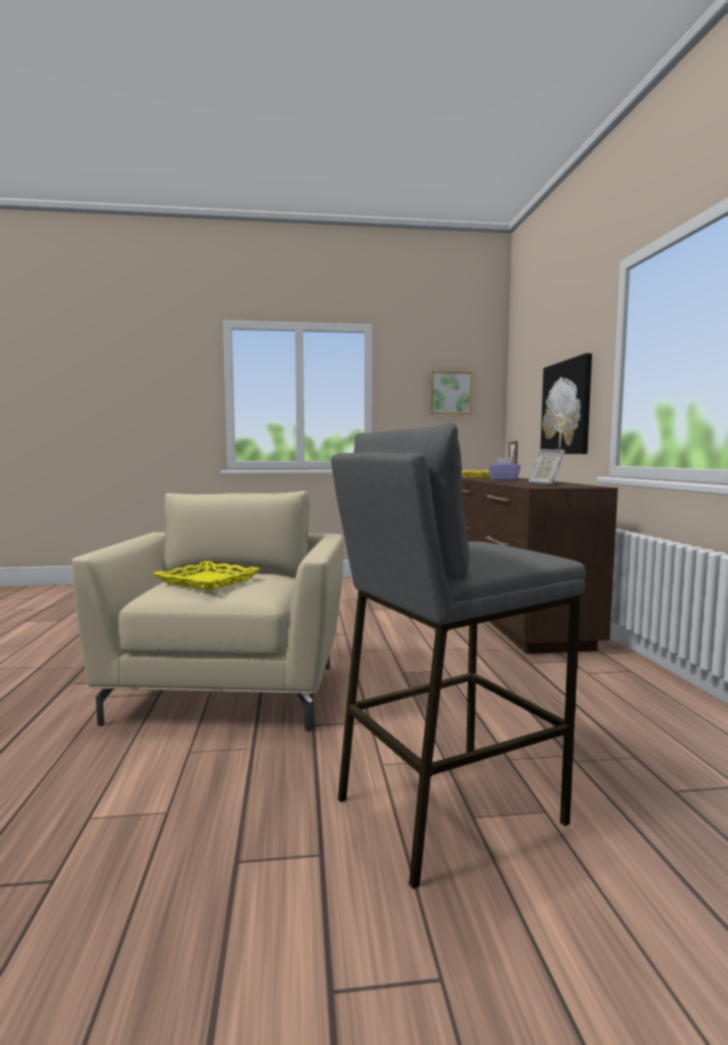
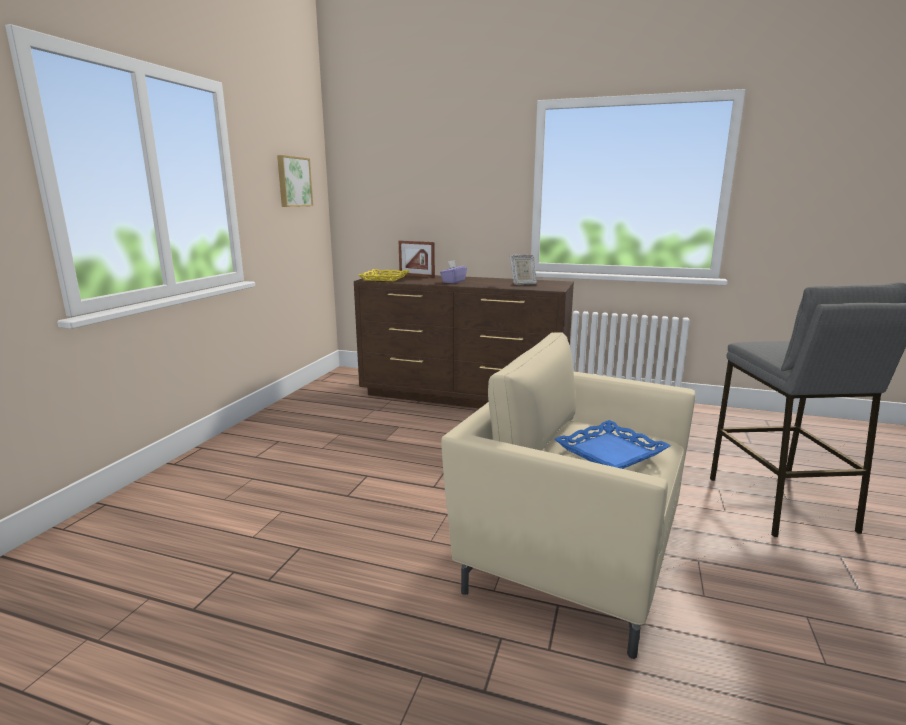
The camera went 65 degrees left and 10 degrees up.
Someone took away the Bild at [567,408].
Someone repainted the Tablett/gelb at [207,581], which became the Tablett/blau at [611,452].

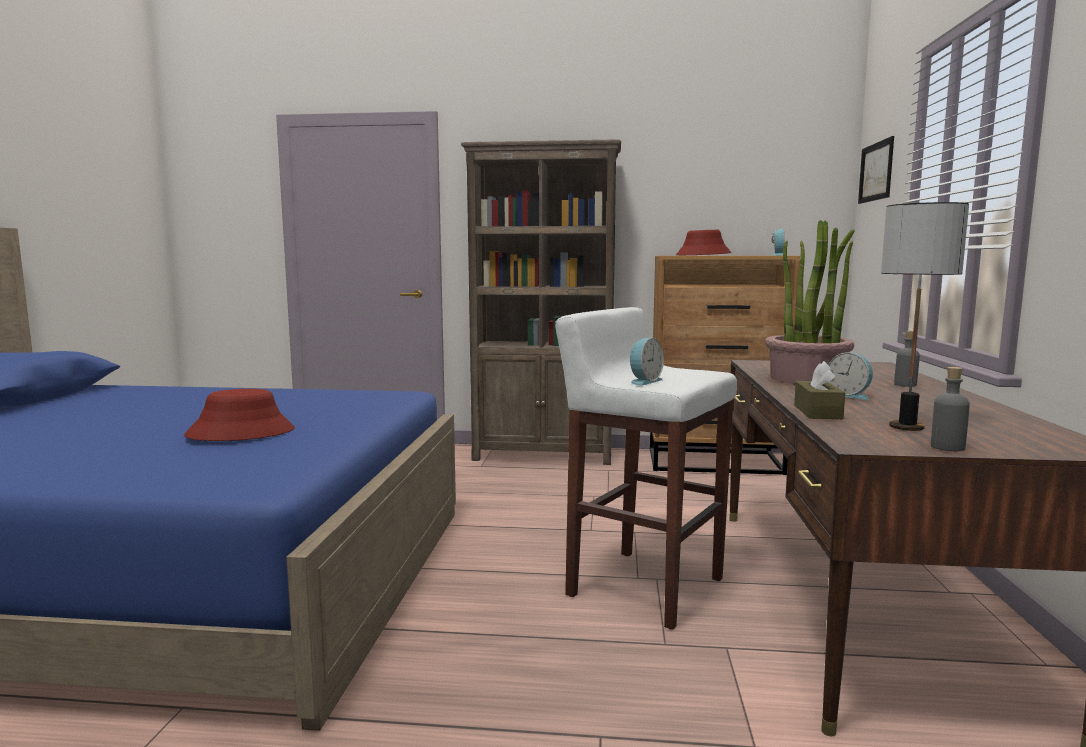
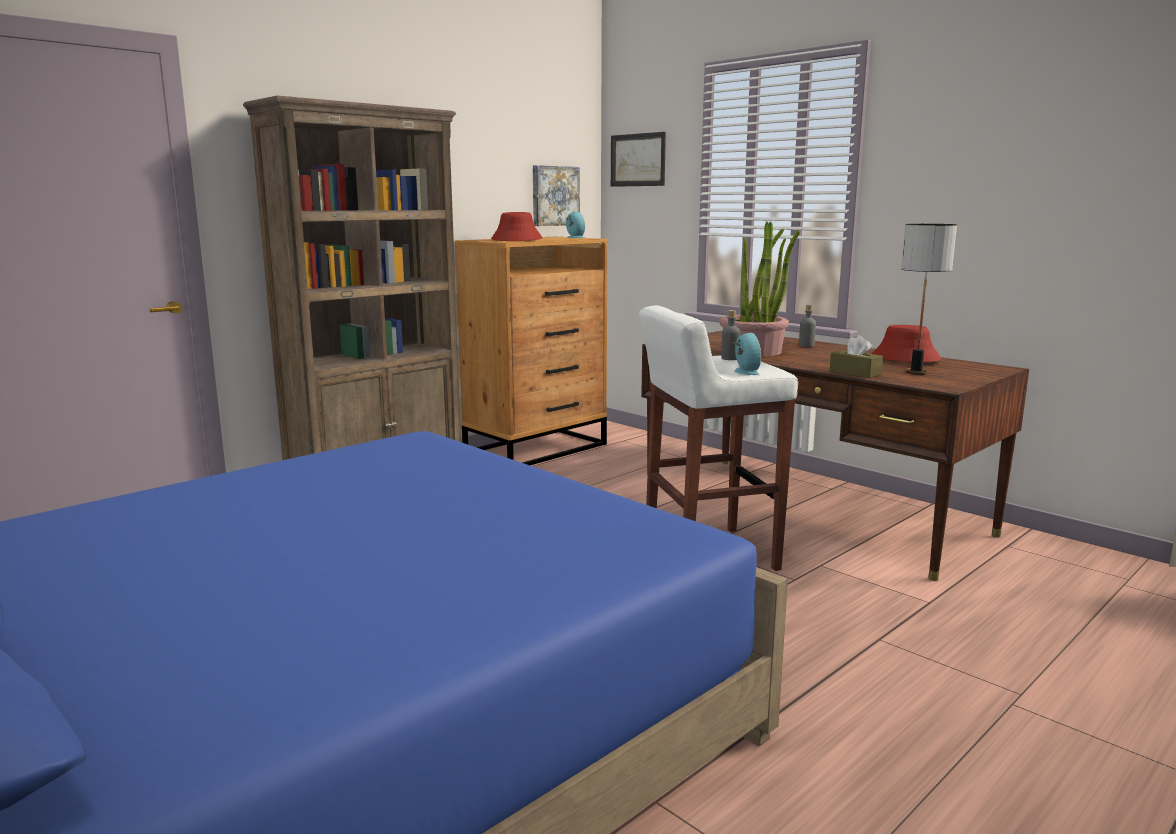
The camera went 50 degrees left and 5 degrees up.
Someone took away the Wecker at [849,395].
Someone carried the Flasche/grau from [947,447] to [730,358].
Someone carried the Hut/rot from [241,433] to [905,358].
Someone put up the Bild at [554,196].

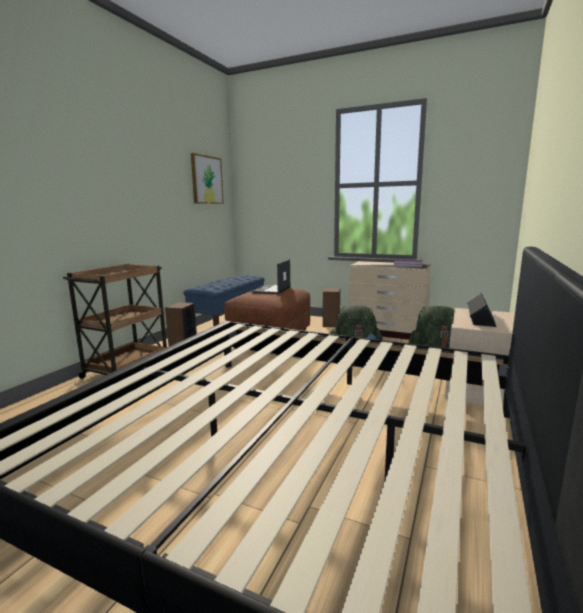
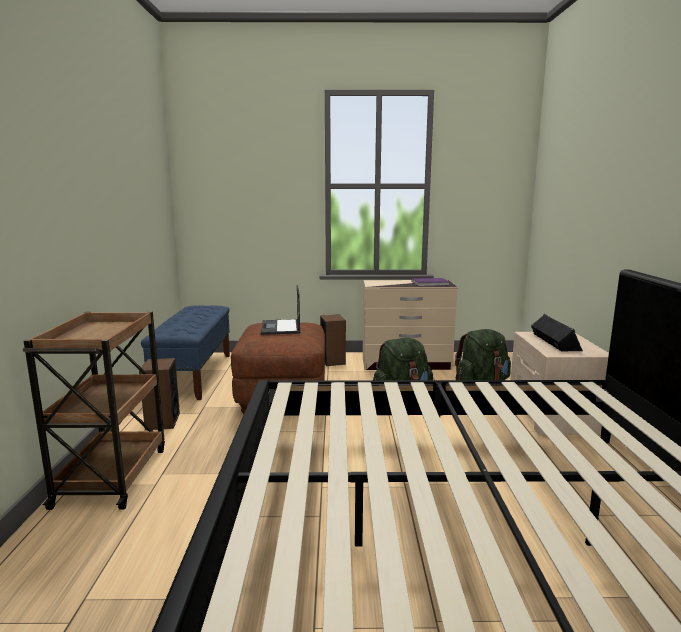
The camera went 25 degrees left and 0 degrees up.
Someone took away the Bild at [207,180].

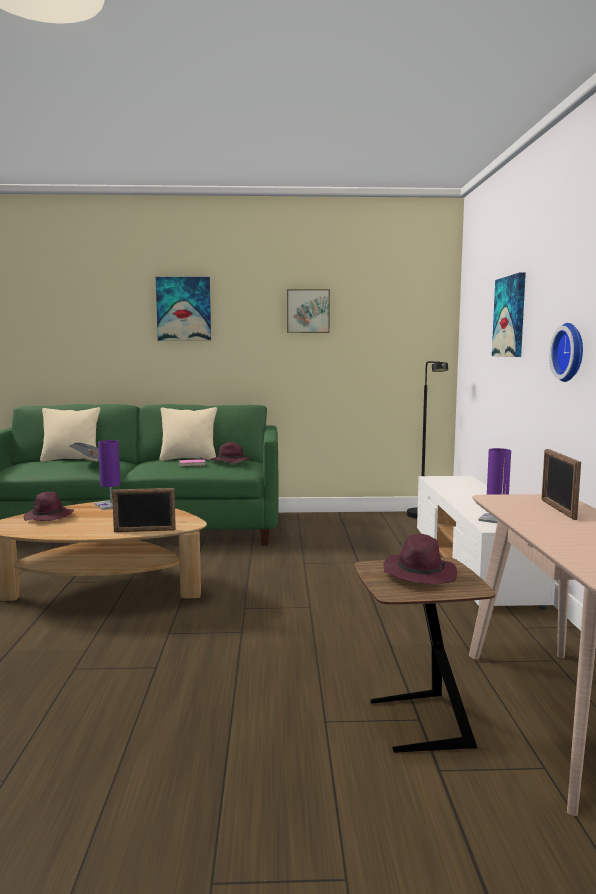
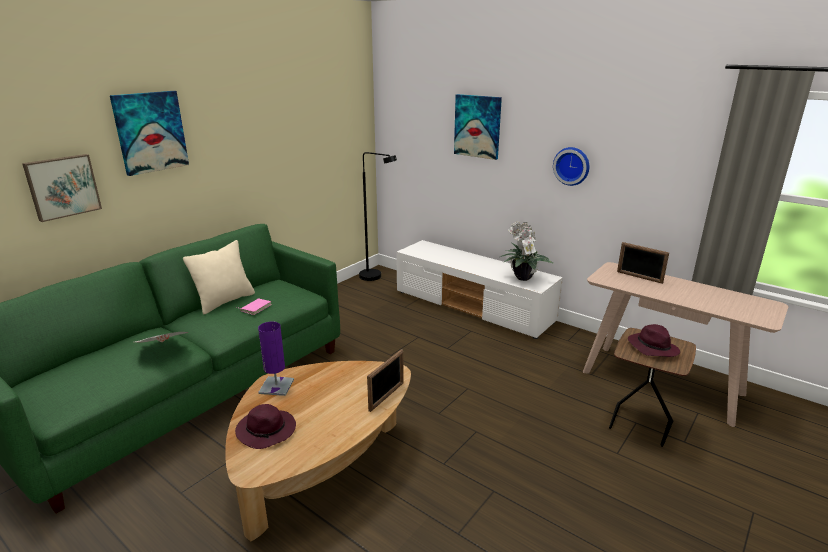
The camera went 50 degrees left and 15 degrees up.
Someone carried the Bild from [308,311] to [62,186].
Someone took away the Kissen/beige at [71,459].
Someone took away the Hut/lila at [230,462].
Someone swapped the Tischlampe/lila at [496,519] for the Topfpflanze at [523,279].

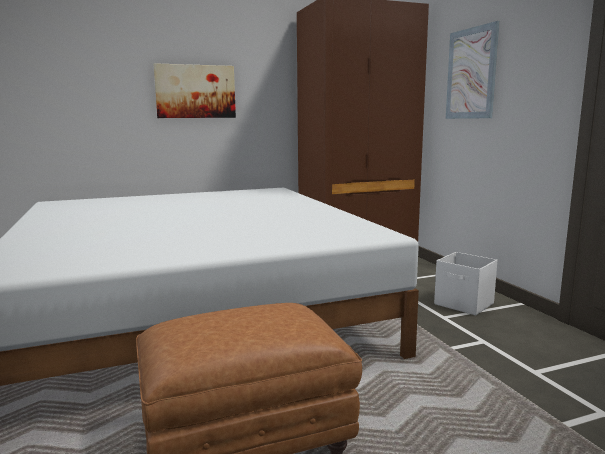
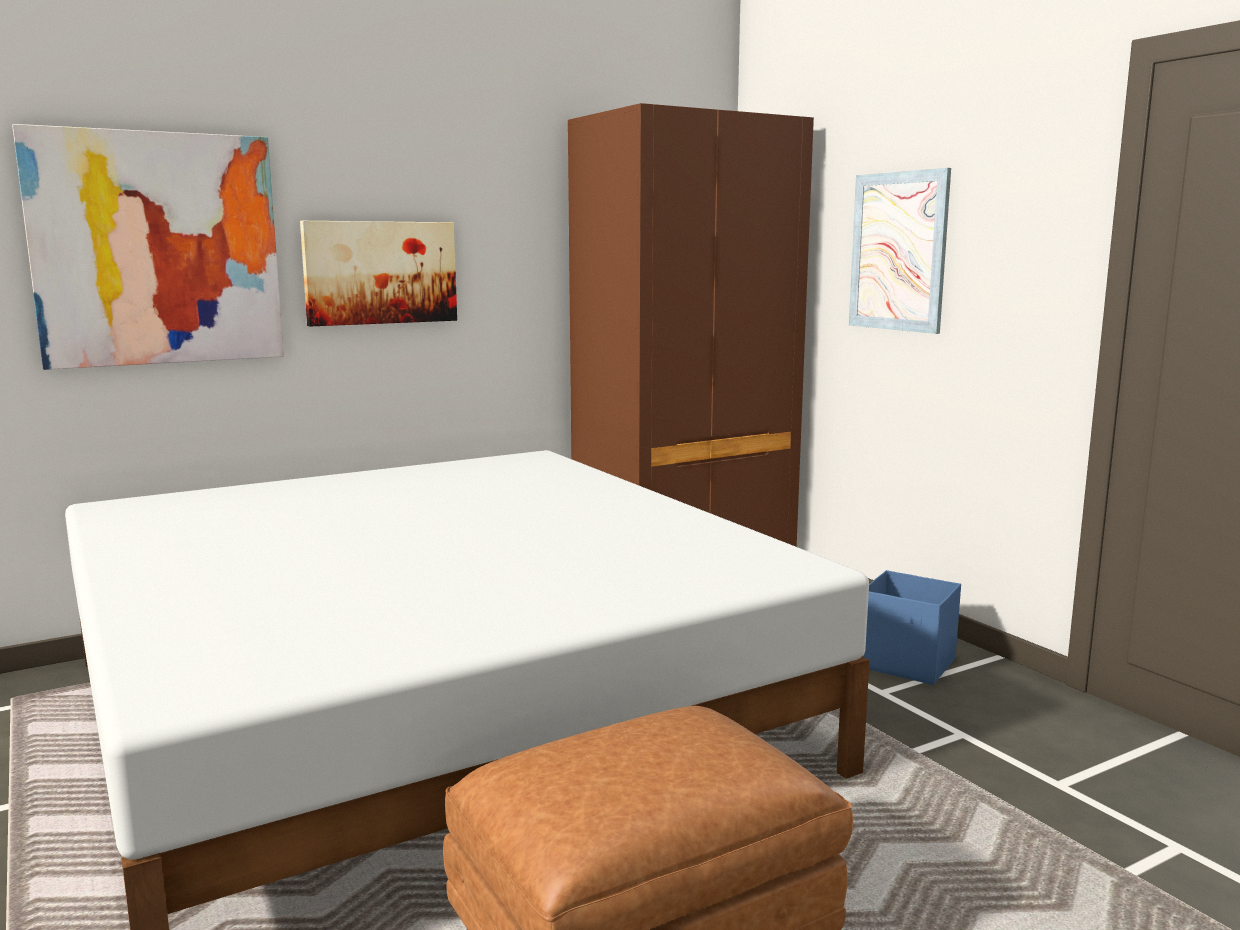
The camera went 10 degrees left and 0 degrees up.
Someone repainted the Aufbewahrungsbox/weiß at [464,304], which became the Aufbewahrungsbox/blau at [907,664].
Someone put up the Bild at [157,249].

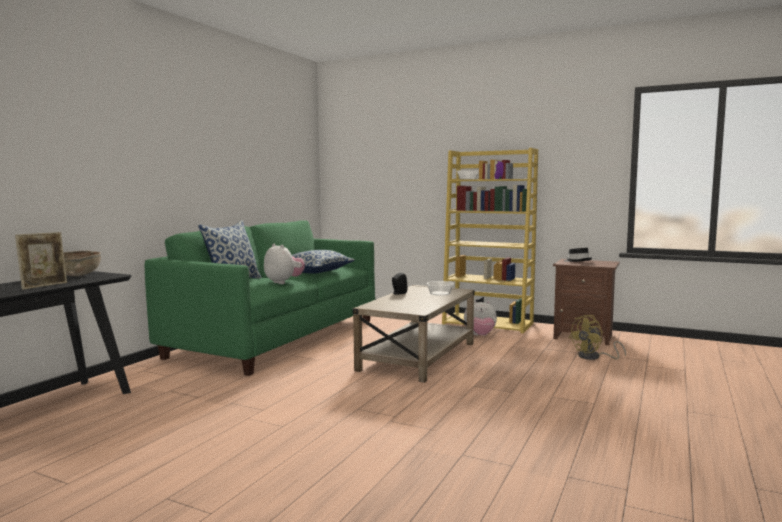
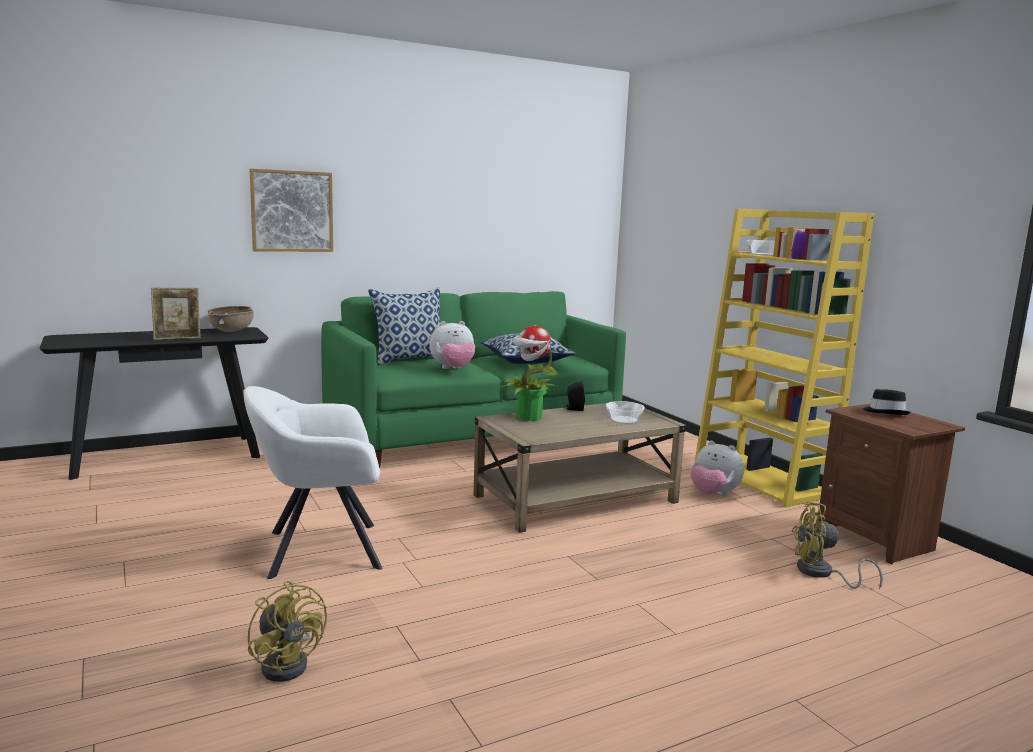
The camera went 35 degrees right and 5 degrees up.
Someone rotated the Plüschtier at [284,282] by 75 degrees clockwise.
Someone put up the Bild at [292,211].
Someone put down the Topfpflanze at [528,417].
Someone put down the Sessel/weiß at [318,550].
Someone put down the Ventilator/gelb at [288,663].

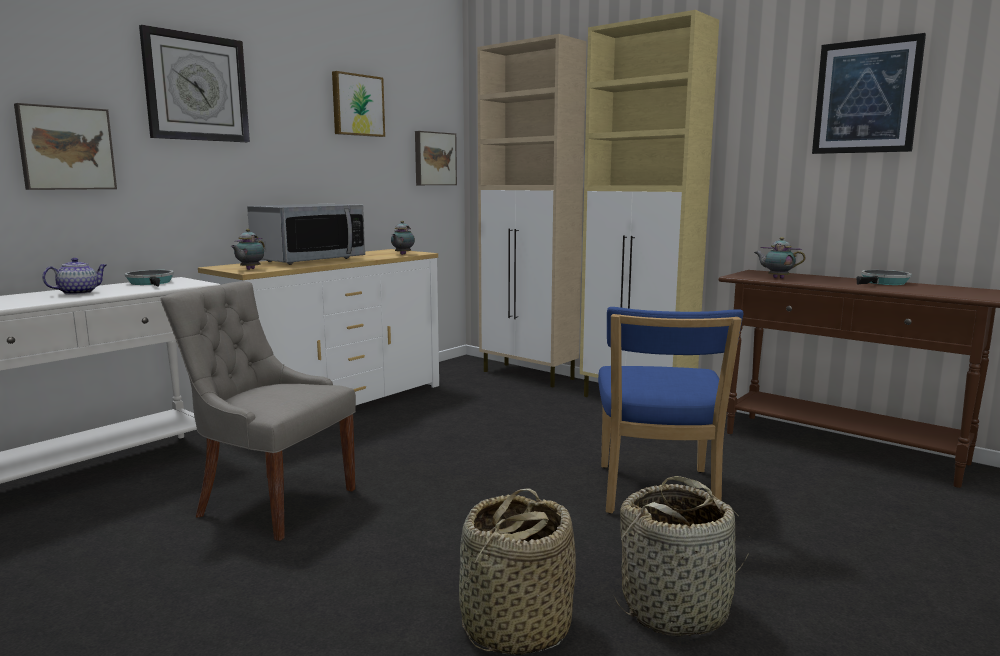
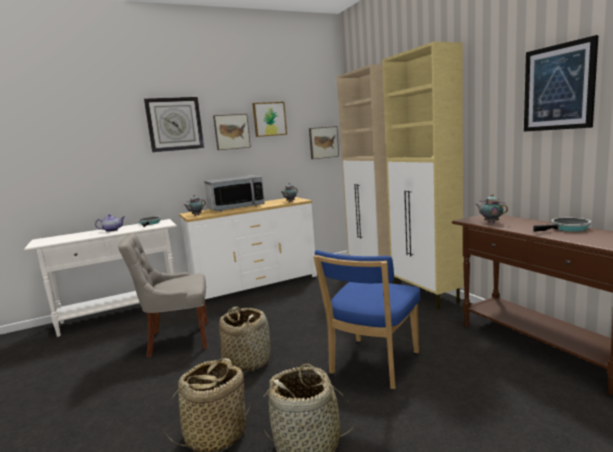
The camera went 25 degrees right and 0 degrees up.
Someone carried the Bild from [66,148] to [231,132].
Someone rotated the Stuhl/grau at [273,502] by 60 degrees counterclockwise.
Someone put down the Korb at [247,361].

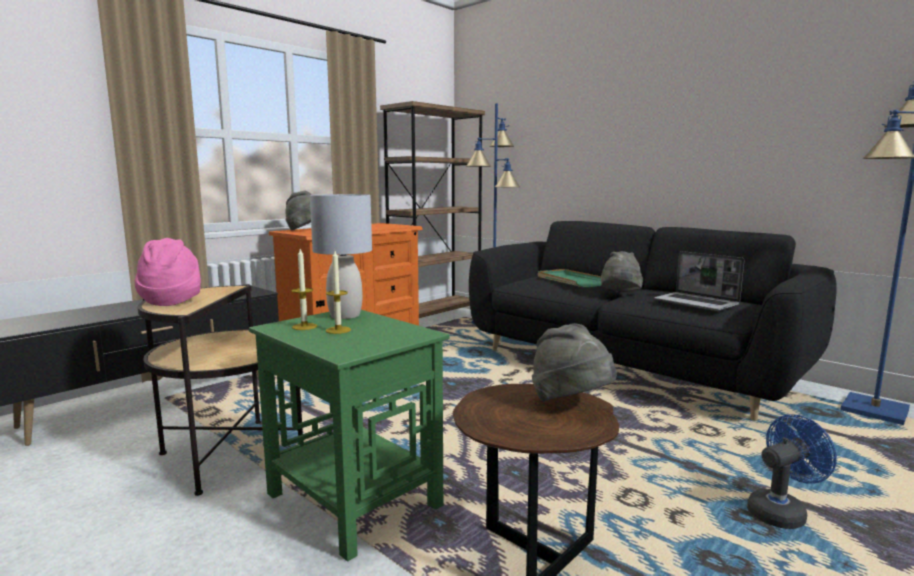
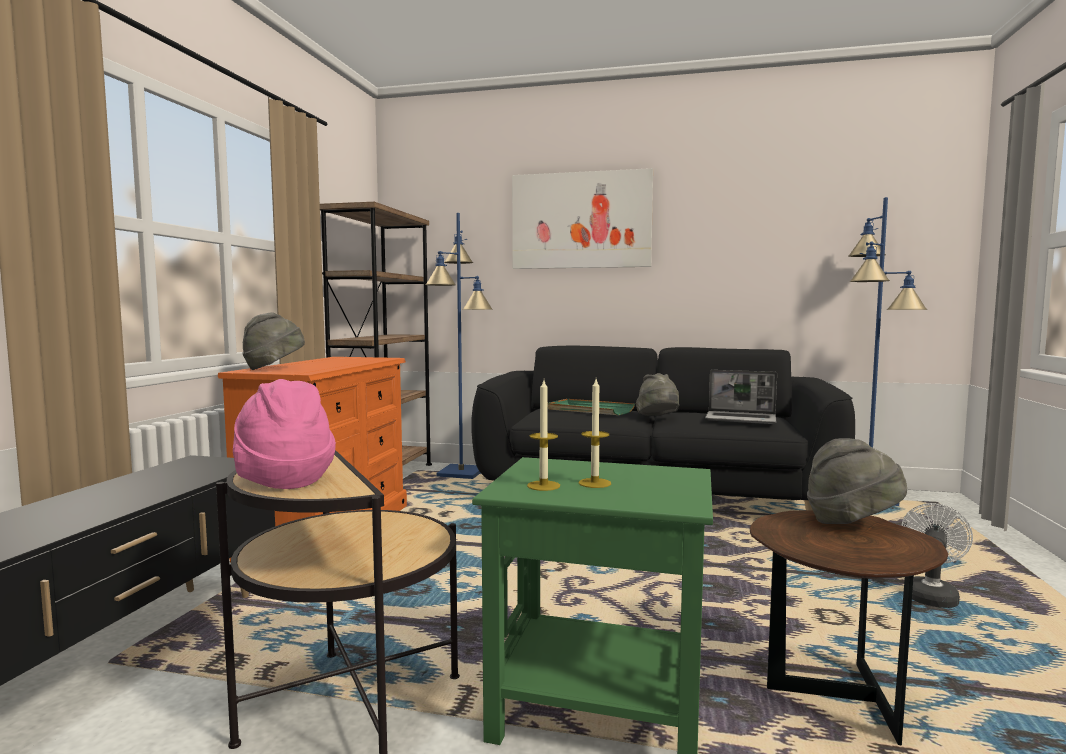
The camera went 30 degrees left and 5 degrees down.
Someone took away the Tischlampe/grau at [344,315].
Someone repainted the Ventilator/blau at [781,511], which became the Ventilator/weiß at [930,594].
Someone put up the Bild at [581,220].

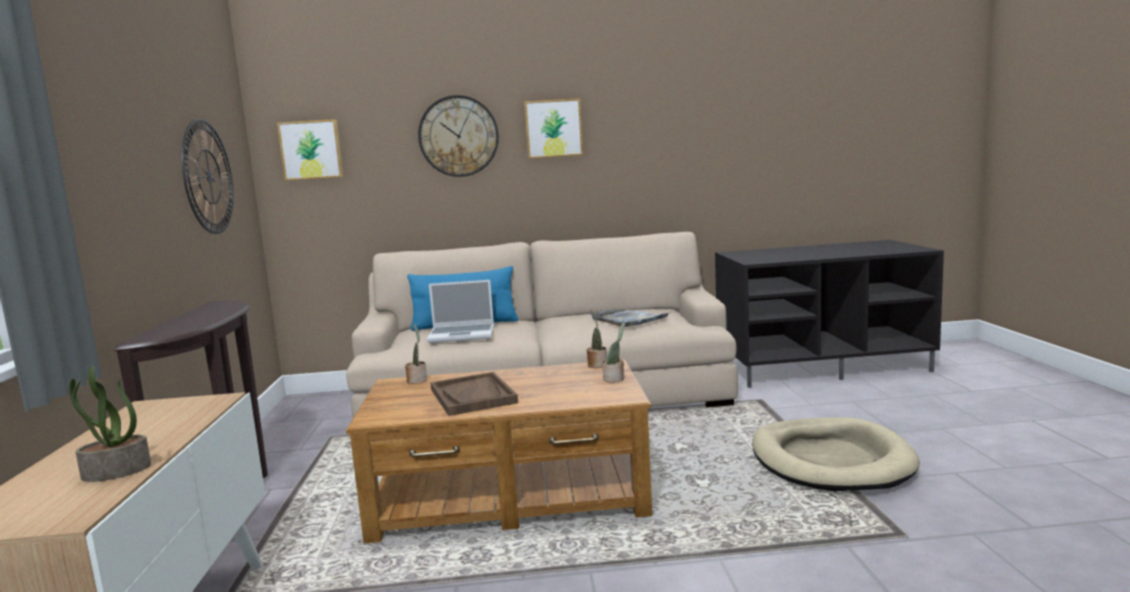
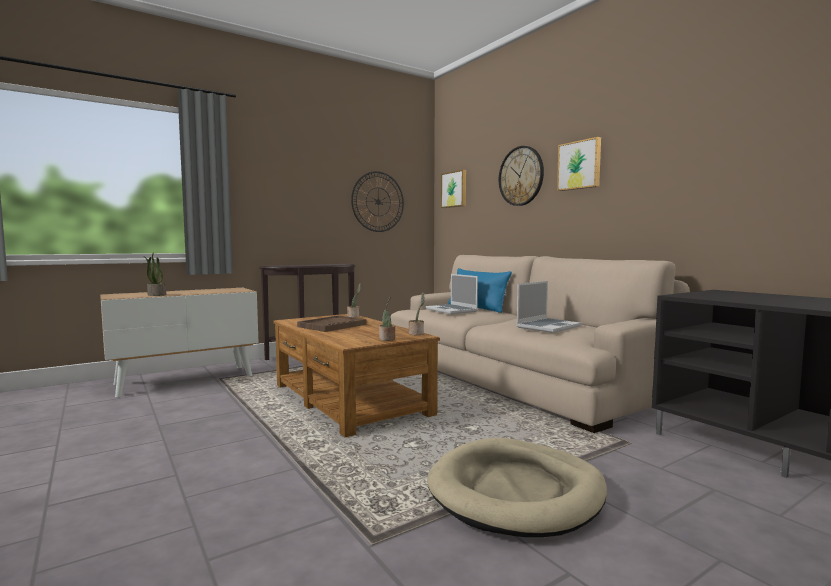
The camera went 60 degrees right and 5 degrees down.
Someone swapped the Tablett/grau at [628,320] for the Laptop at [548,326].

